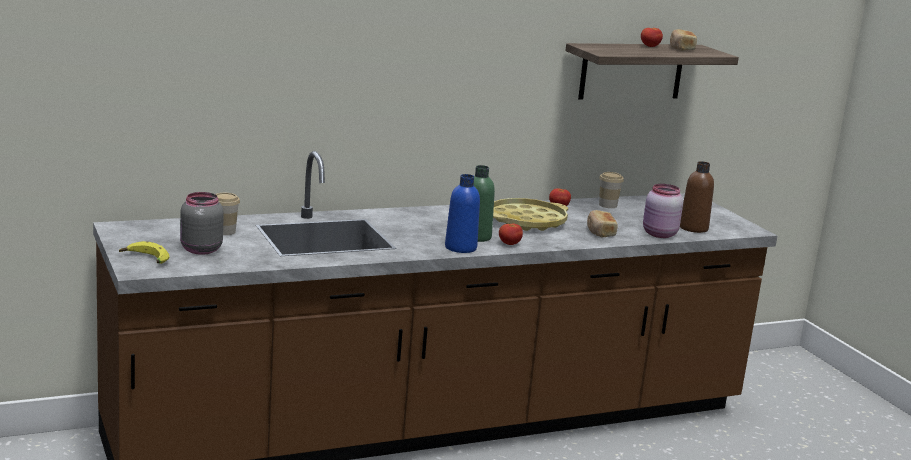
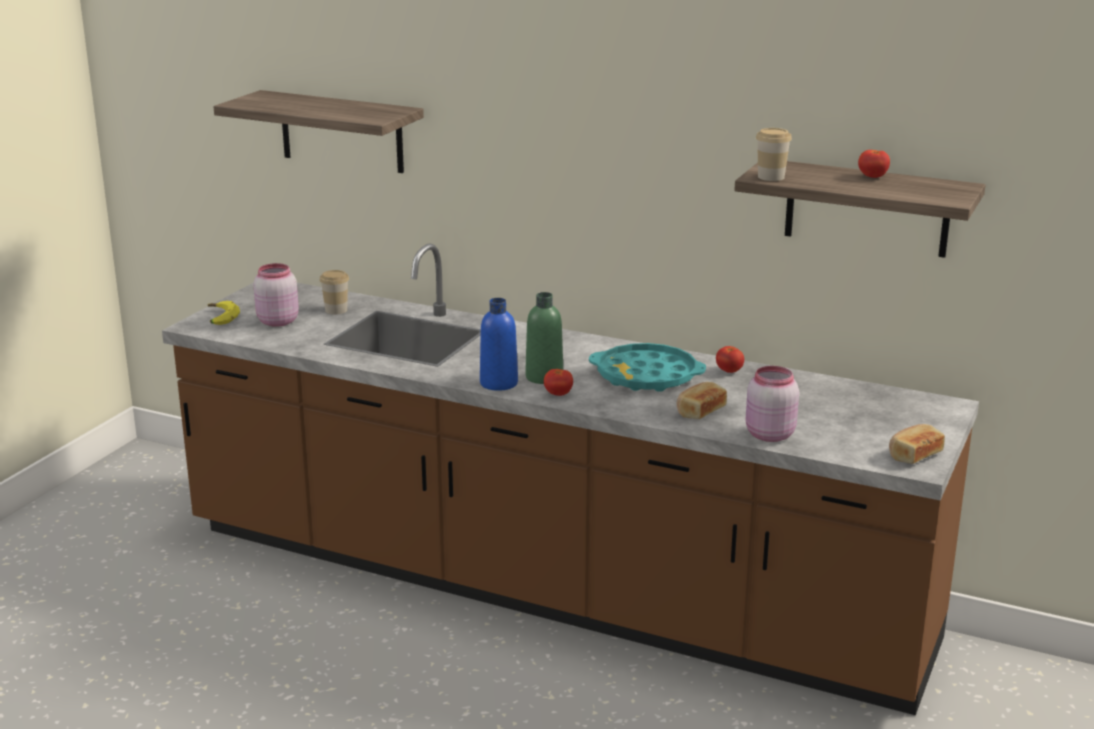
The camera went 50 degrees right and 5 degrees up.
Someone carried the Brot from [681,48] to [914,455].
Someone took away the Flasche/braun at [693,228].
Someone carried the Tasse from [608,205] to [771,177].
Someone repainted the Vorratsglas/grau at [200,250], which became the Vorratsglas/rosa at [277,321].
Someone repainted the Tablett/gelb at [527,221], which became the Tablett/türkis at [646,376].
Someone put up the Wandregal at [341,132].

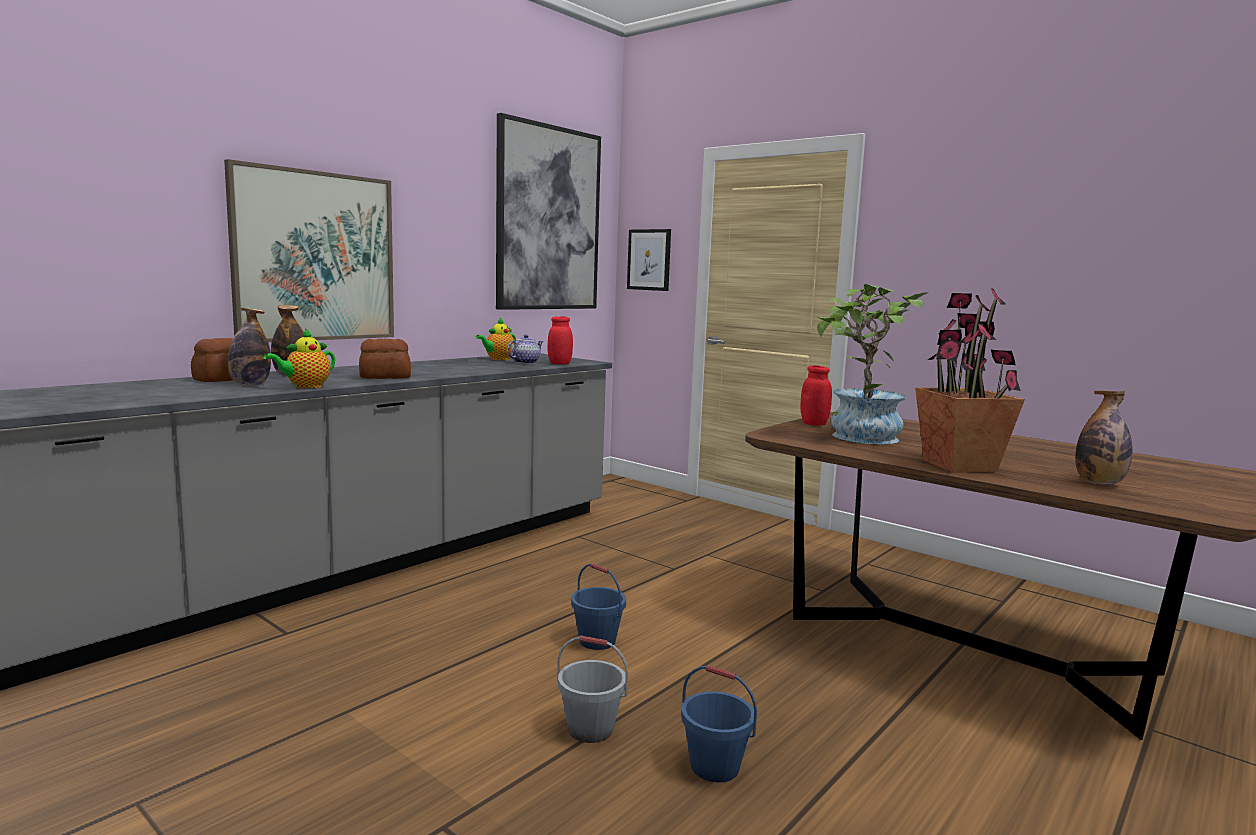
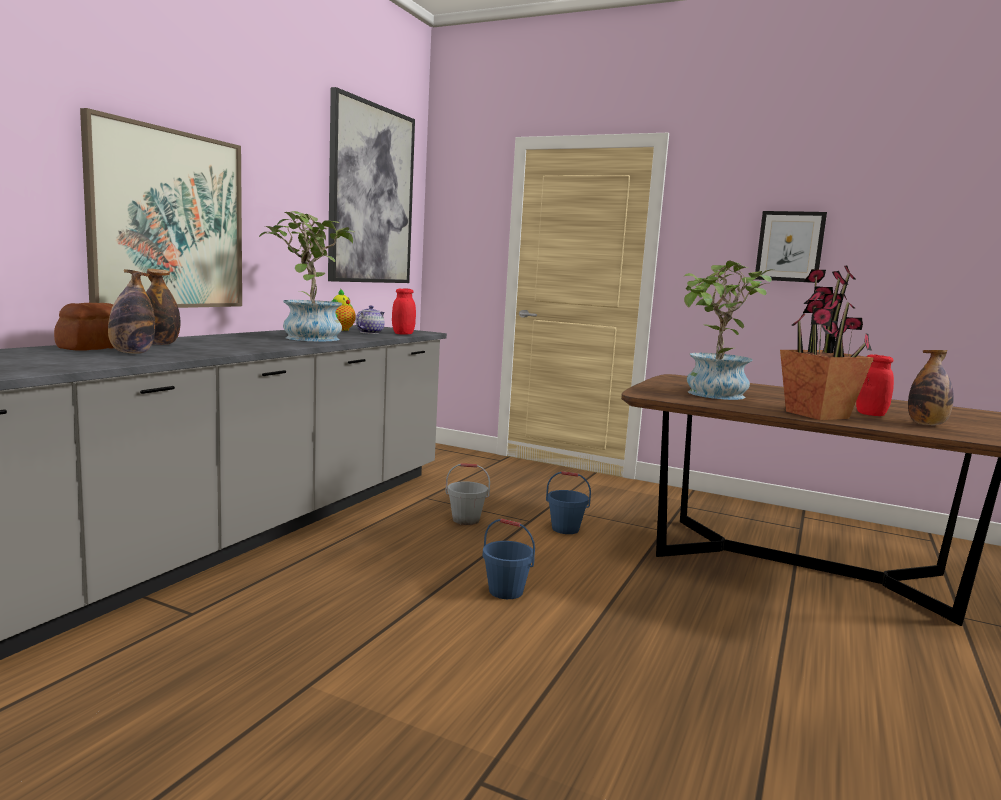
The camera went 15 degrees left and 0 degrees up.
Someone carried the Bild from [649,260] to [789,246].
Someone took away the Teekanne at [305,386].
Someone took away the Brot at [384,377].
Someone carried the Vorratsglas/rot from [814,424] to [870,414].
Someone carried the Eimer/grau from [590,729] to [465,520].
Someone carried the Eimer/blau from [715,766] to [565,529].
Someone put down the Topfpflanze at [309,337].

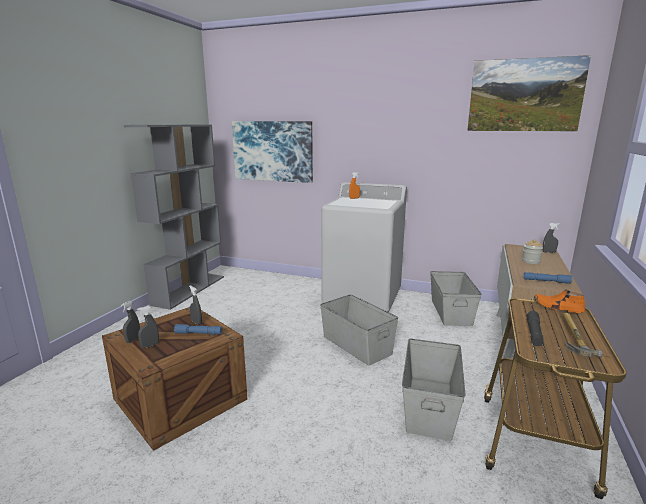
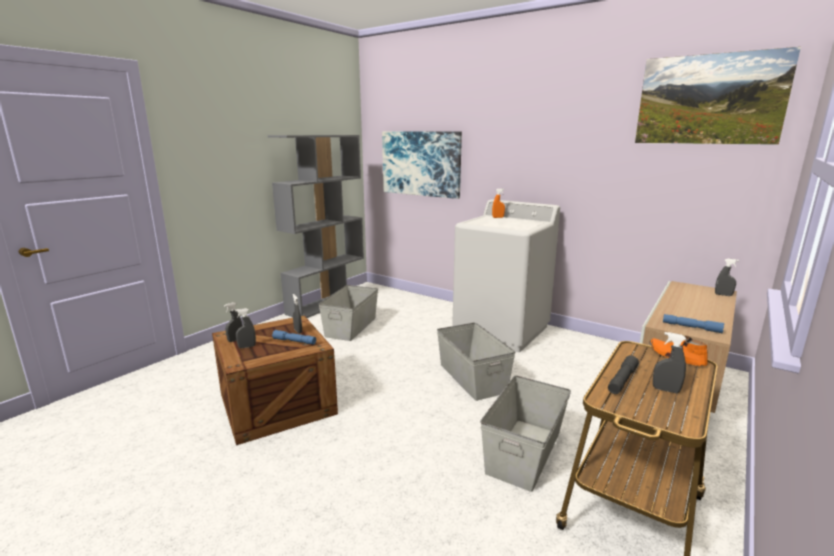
The camera went 15 degrees right and 0 degrees up.
Someone took away the Vorratsglas at [531,261].
Someone carried the Aufbewahrungsbox/grau from [451,311] to [351,327].
Someone swapped the Hammer at [570,337] for the Sprühflasche/grau at [666,390].

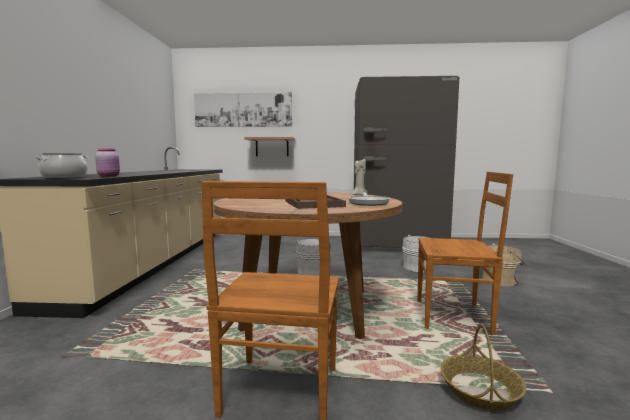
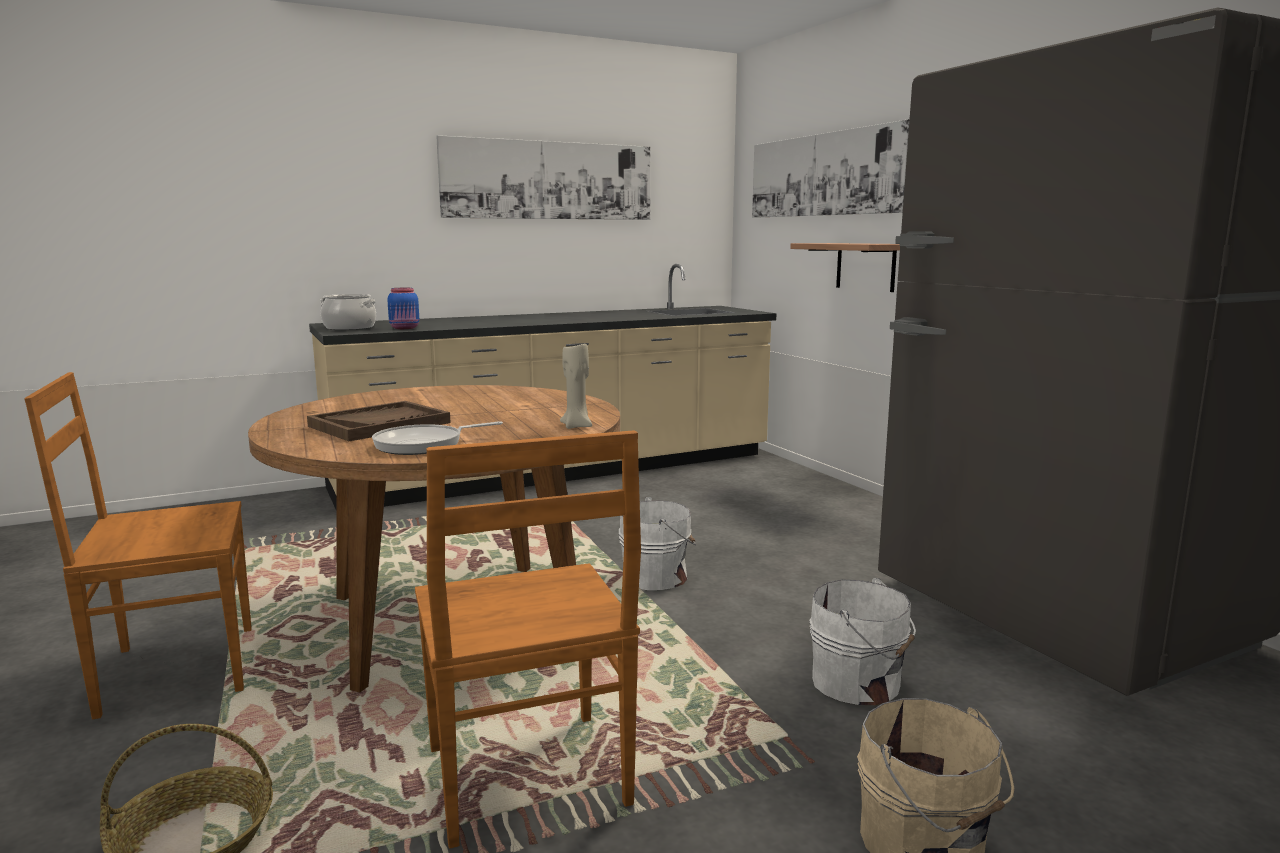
The camera went 60 degrees right and 5 degrees up.
Someone repainted the Vorratsglas/rosa at [109,176], which became the Vorratsglas/blau at [405,328].
Someone put up the Bild at [549,180].

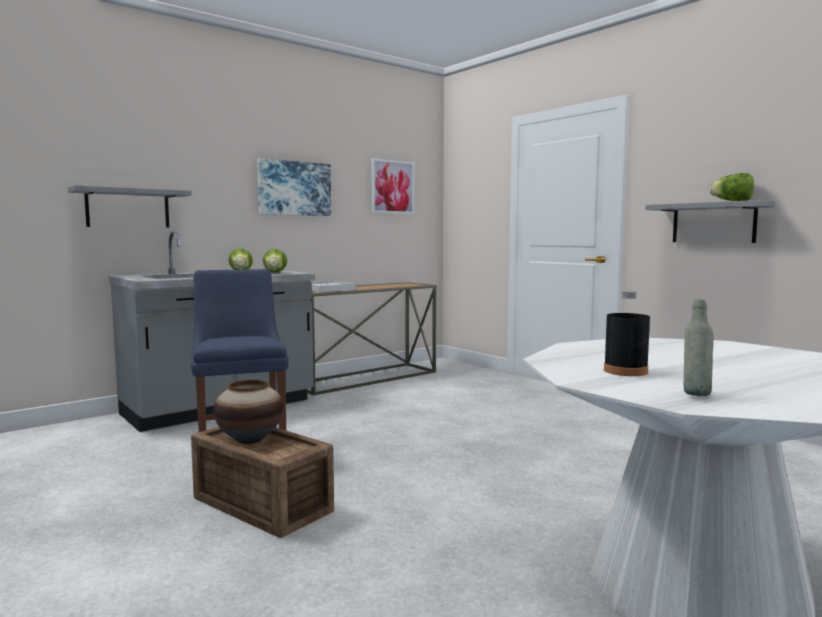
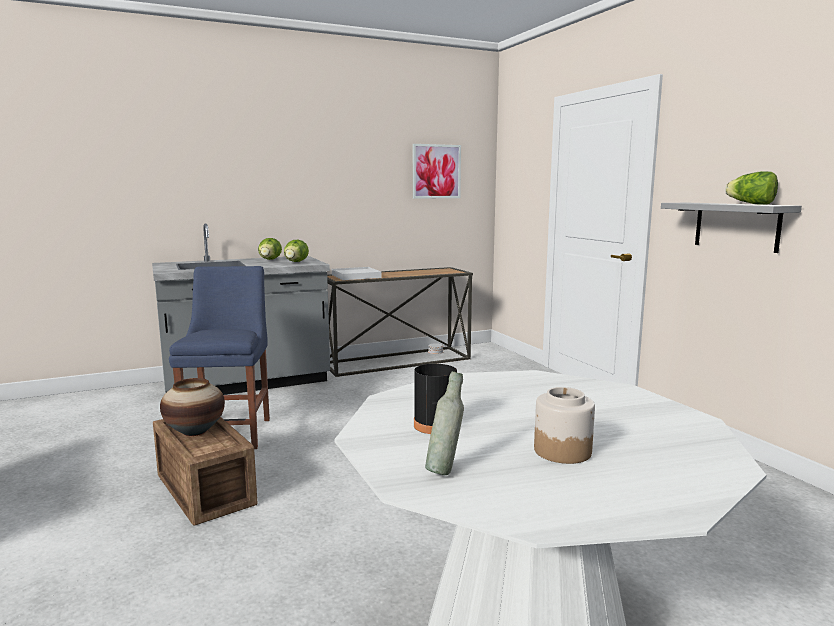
The camera went 15 degrees right and 5 degrees up.
Someone took away the Bild at [294,188].
Someone took away the Wandregal/grau at [128,208].
Someone put down the Vorratsglas at [562,451].

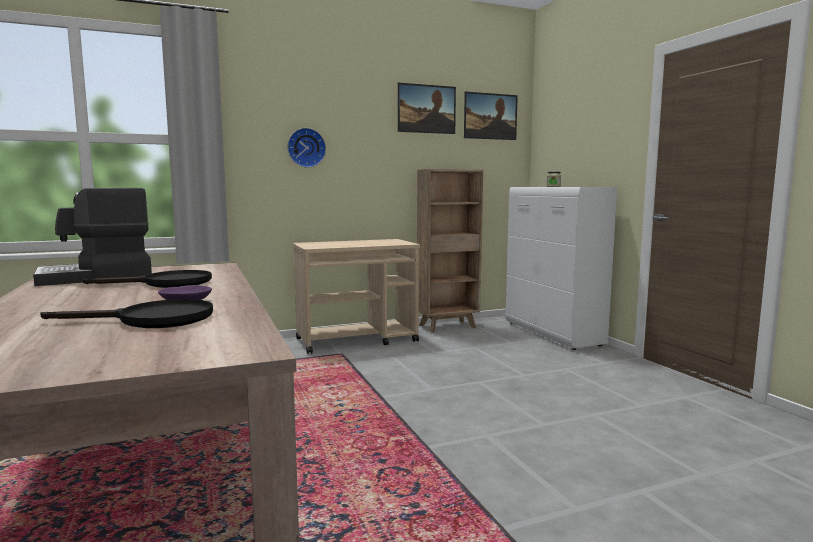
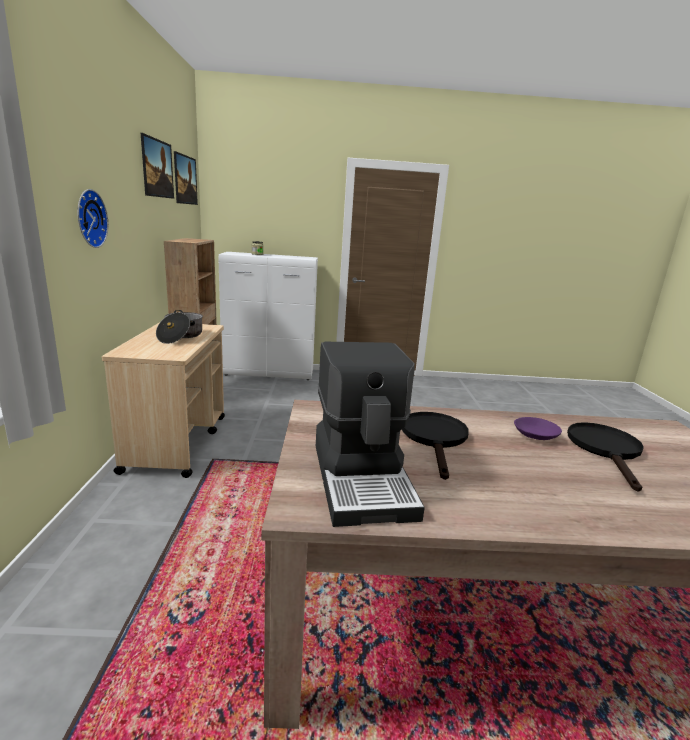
The camera went 70 degrees left and 10 degrees up.
Someone put down the Kochtopf at [180,336].

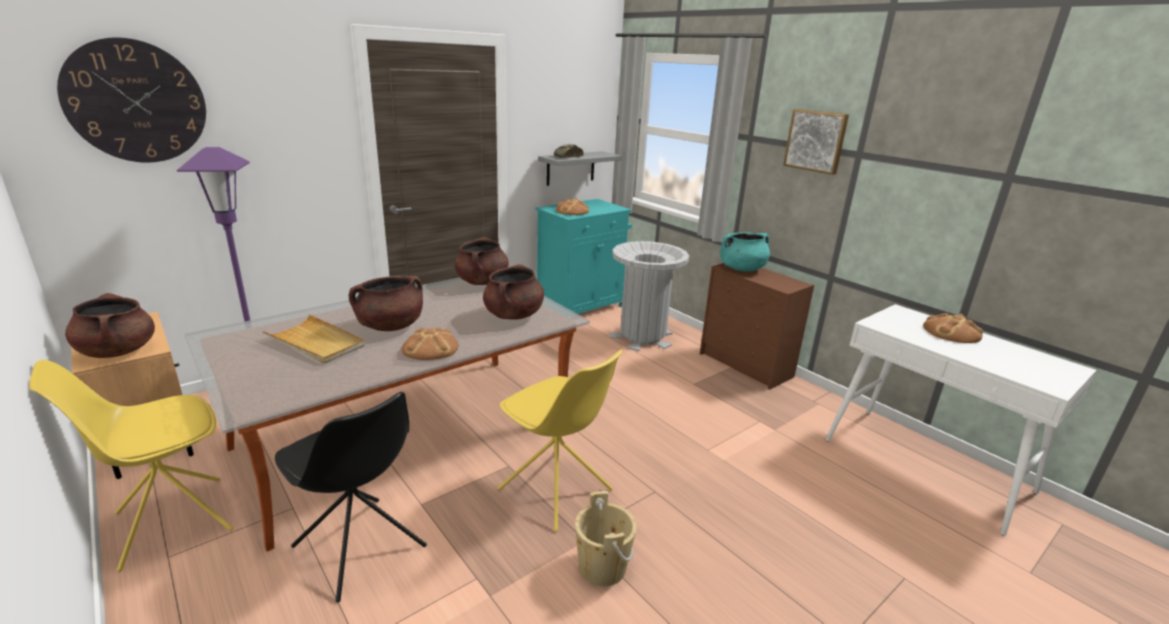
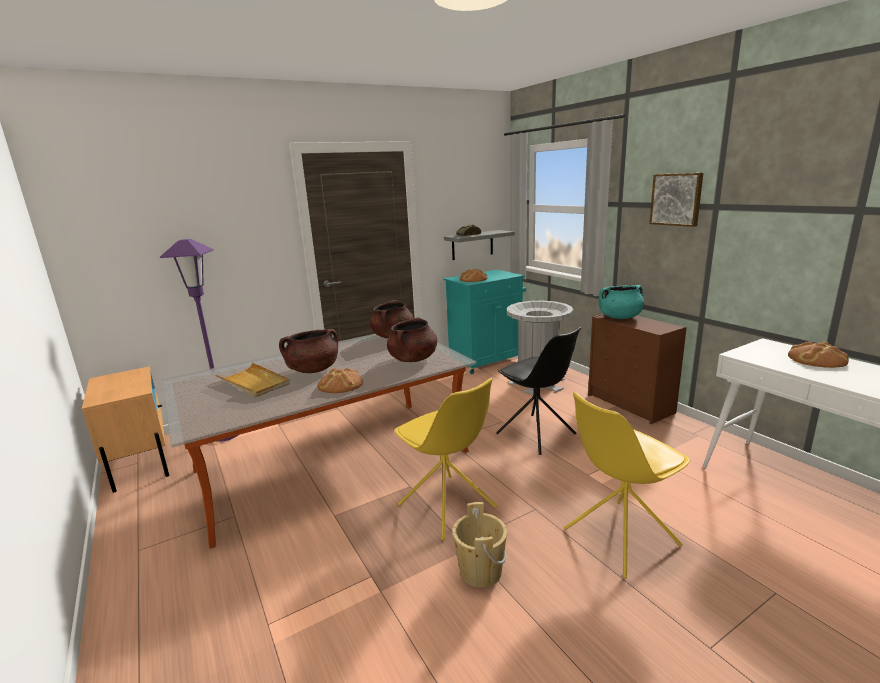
The camera went 10 degrees right and 5 degrees down.
Someone took away the Wanduhr at [136,102].
Someone took away the Kochtopf/braun at [118,351].
Someone carried the Stuhl/gelb from [170,522] to [619,537].
Someone carried the Stuhl/schwarz from [360,548] to [537,434].

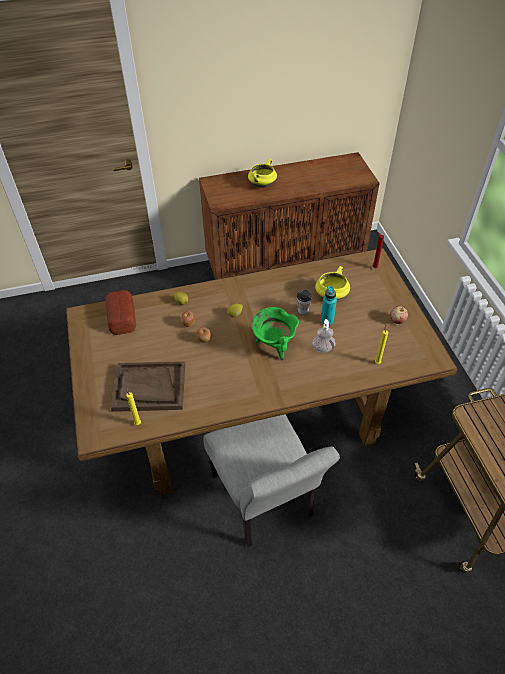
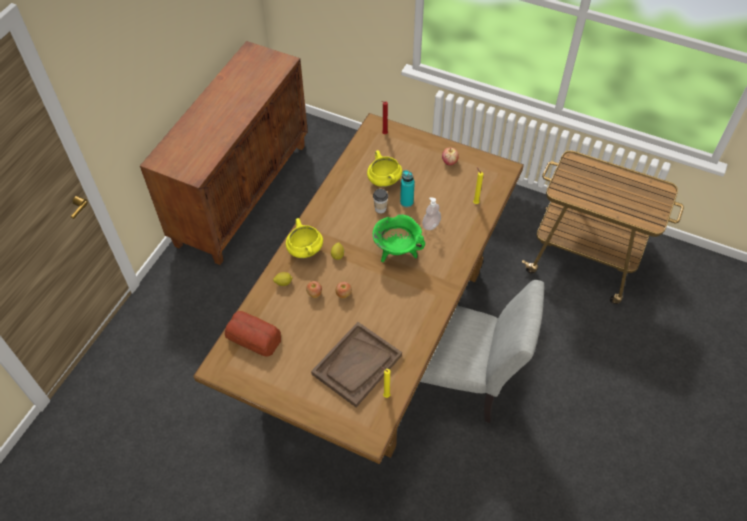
The camera went 50 degrees left and 5 degrees up.
Someone carried the Kochtopf/gelb from [262,184] to [304,250].

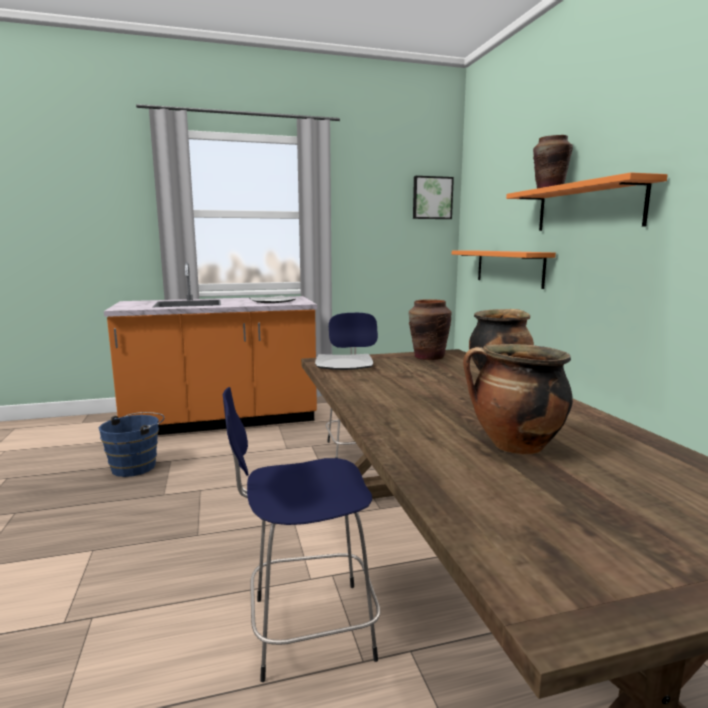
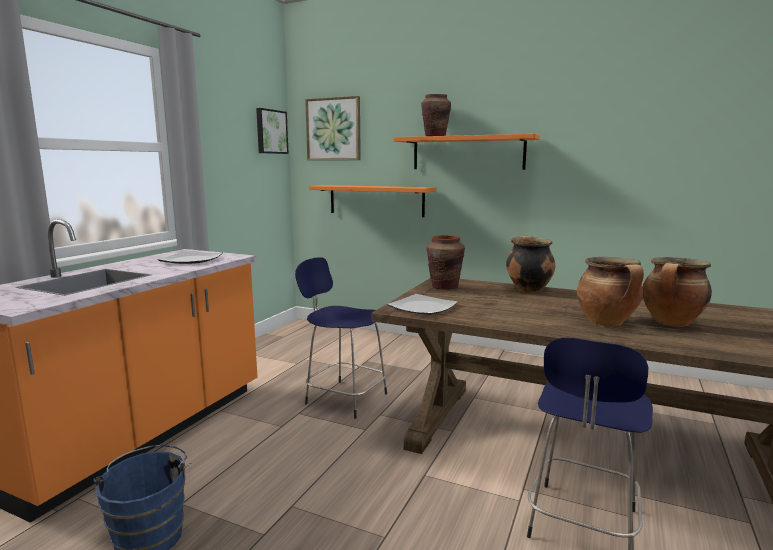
The camera went 50 degrees left and 0 degrees up.
Someone put up the Bild at [333,129].
Someone put down the Kochtopf at [607,323].

